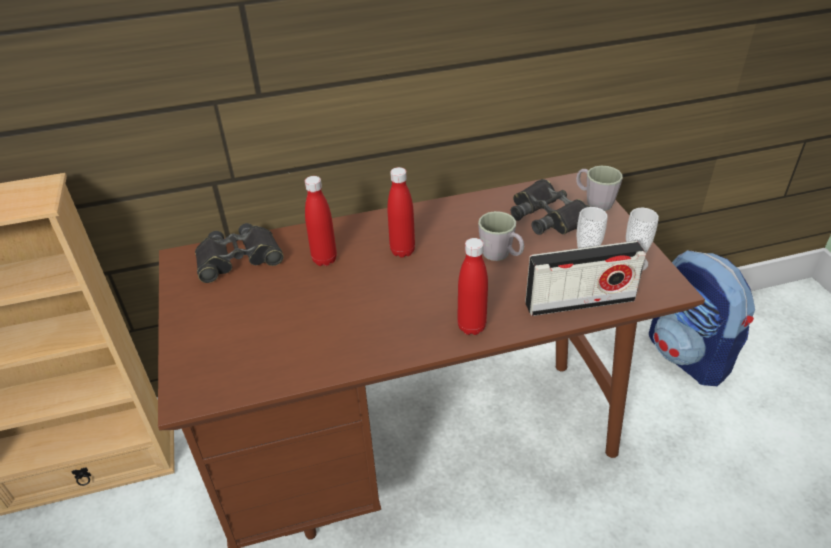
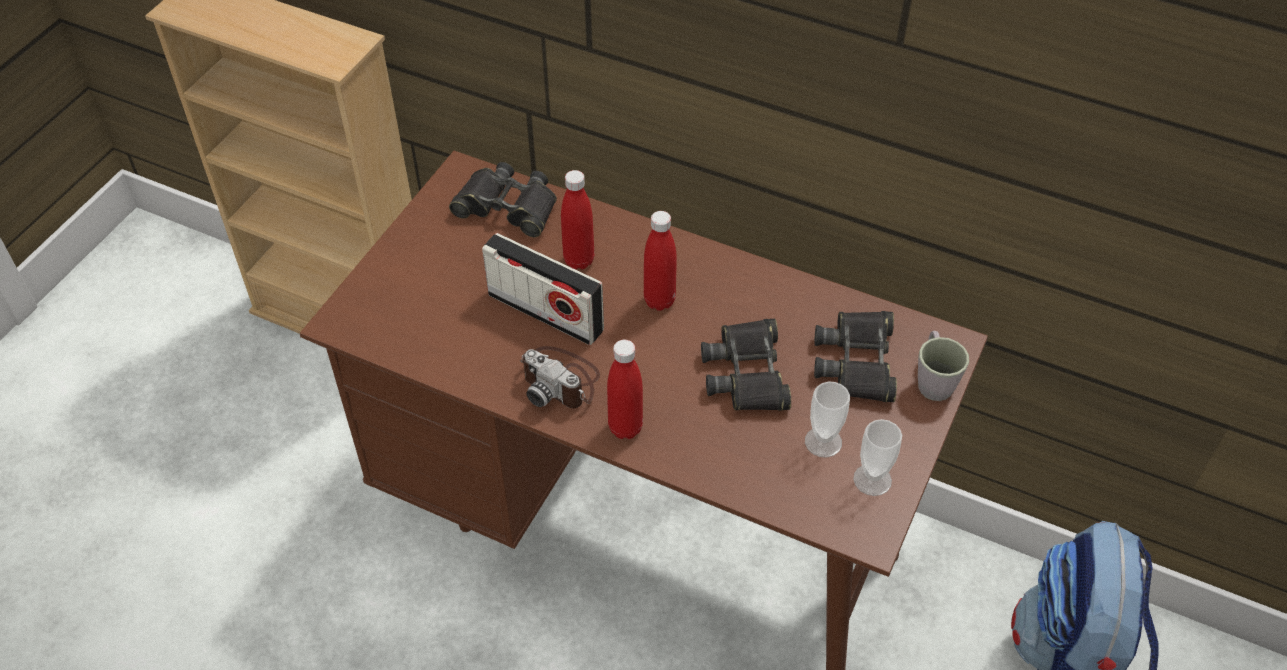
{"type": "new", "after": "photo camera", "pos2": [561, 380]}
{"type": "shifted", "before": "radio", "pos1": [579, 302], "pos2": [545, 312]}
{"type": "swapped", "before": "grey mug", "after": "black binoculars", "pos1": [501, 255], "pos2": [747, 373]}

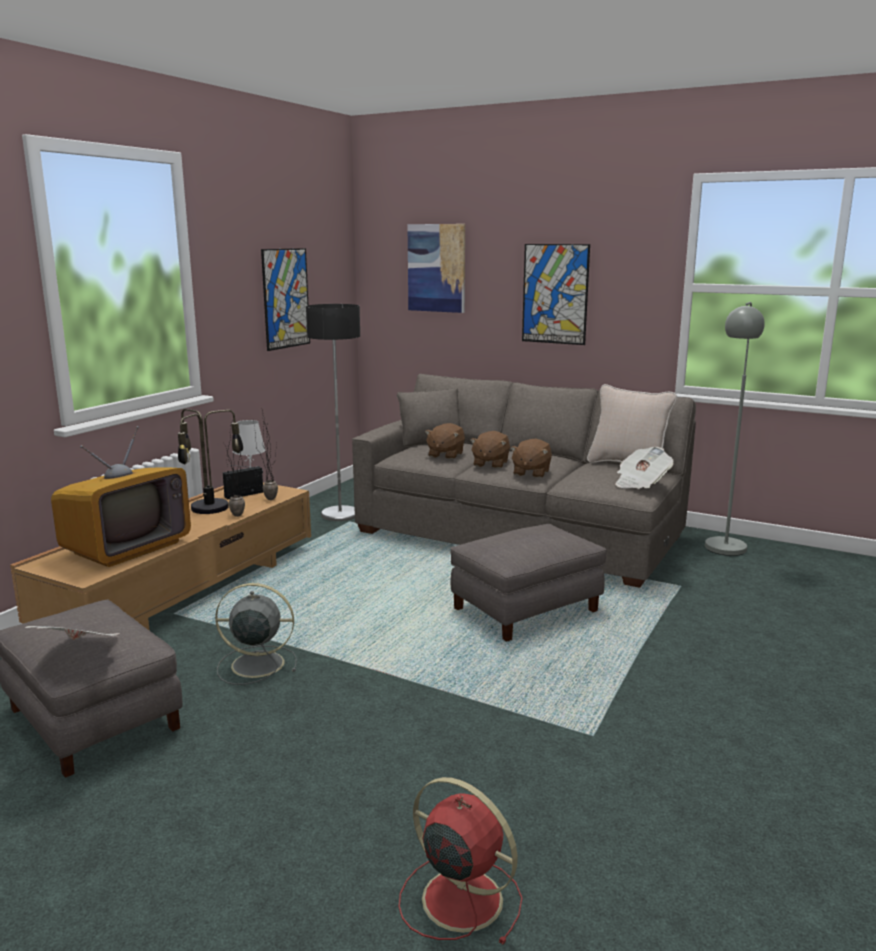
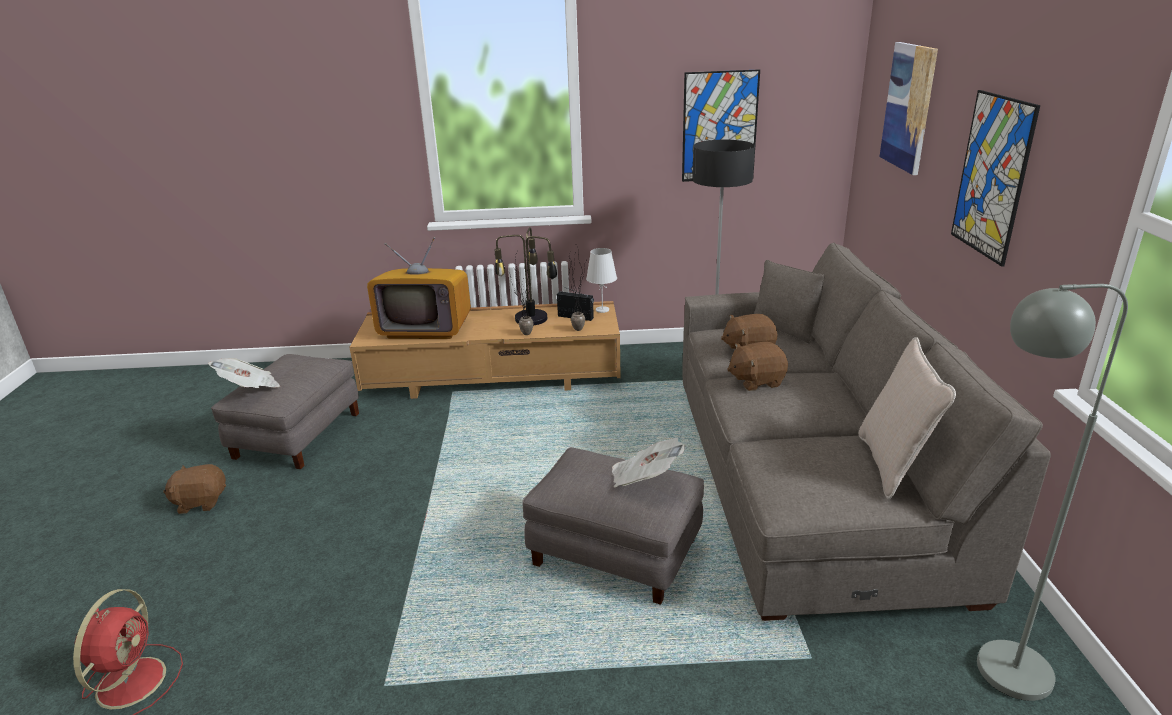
{"type": "gone", "before": "grey fan", "pos1": [255, 664]}
{"type": "shifted", "before": "brown plush toy", "pos1": [531, 473], "pos2": [201, 502]}
{"type": "shifted", "before": "newspaper", "pos1": [640, 483], "pos2": [645, 478]}

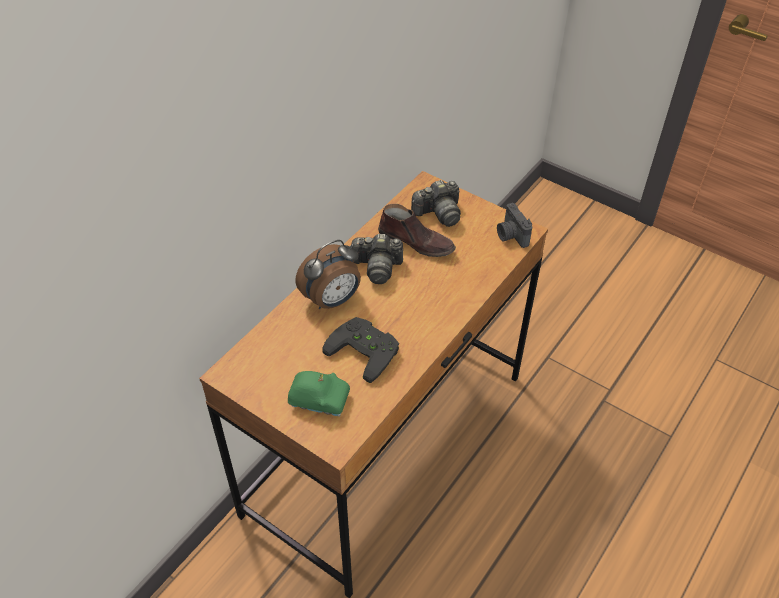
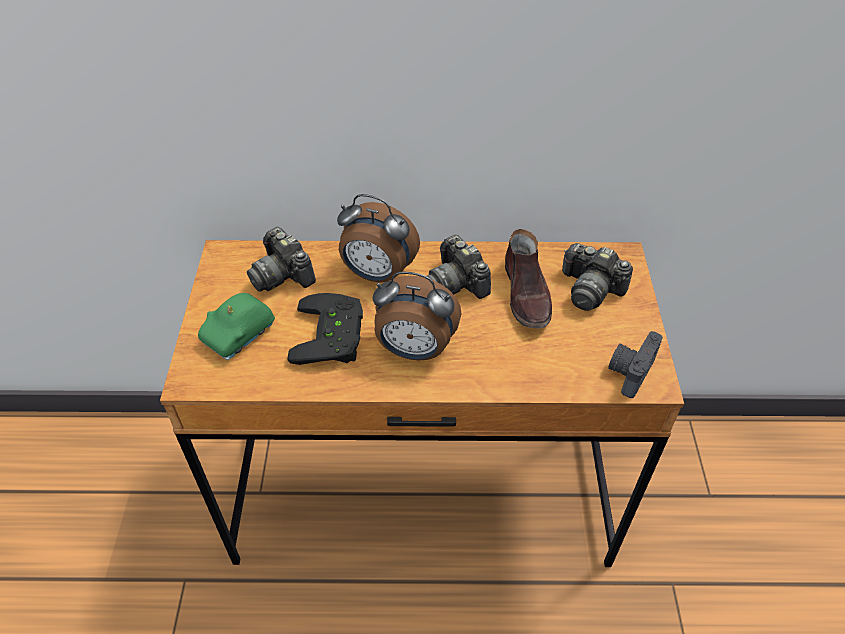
{"type": "new", "after": "photo camera", "pos2": [282, 274]}
{"type": "new", "after": "alarm clock", "pos2": [414, 350]}
{"type": "rotated", "before": "green toy car", "pos1": [319, 399], "pos2": [239, 335], "turn": 60}

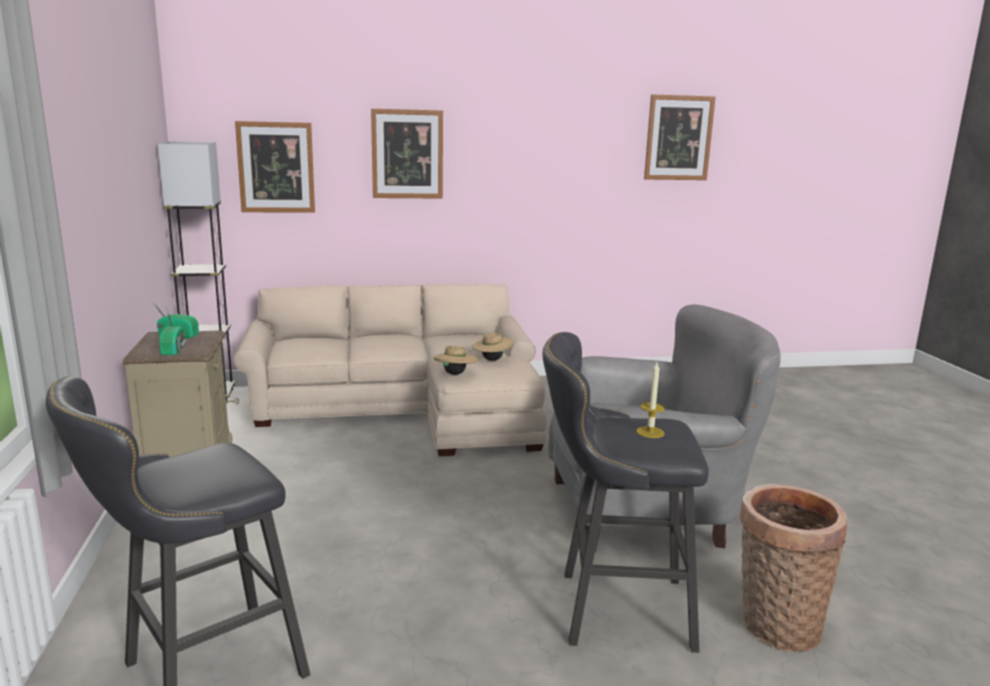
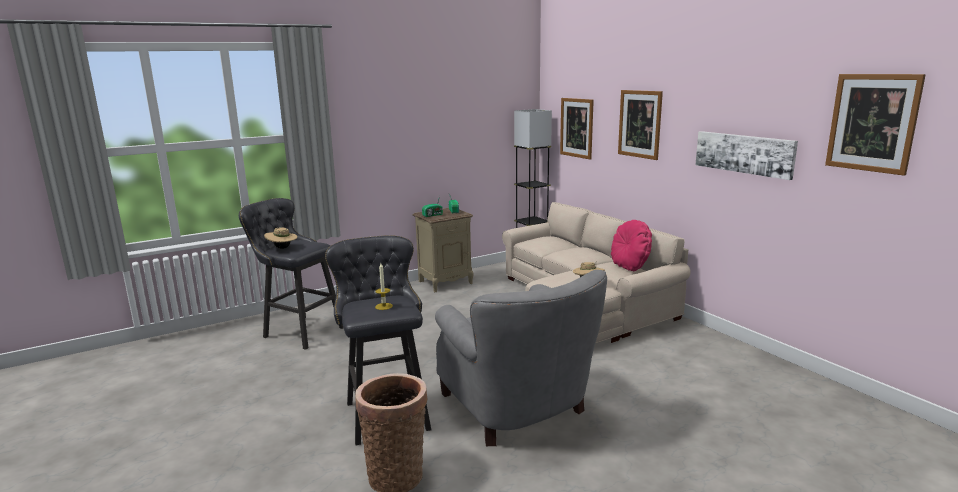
{"type": "new", "after": "pink pillow", "pos2": [630, 267]}
{"type": "new", "after": "picture", "pos2": [744, 153]}
{"type": "shifted", "before": "beige hat", "pos1": [455, 374], "pos2": [282, 248]}

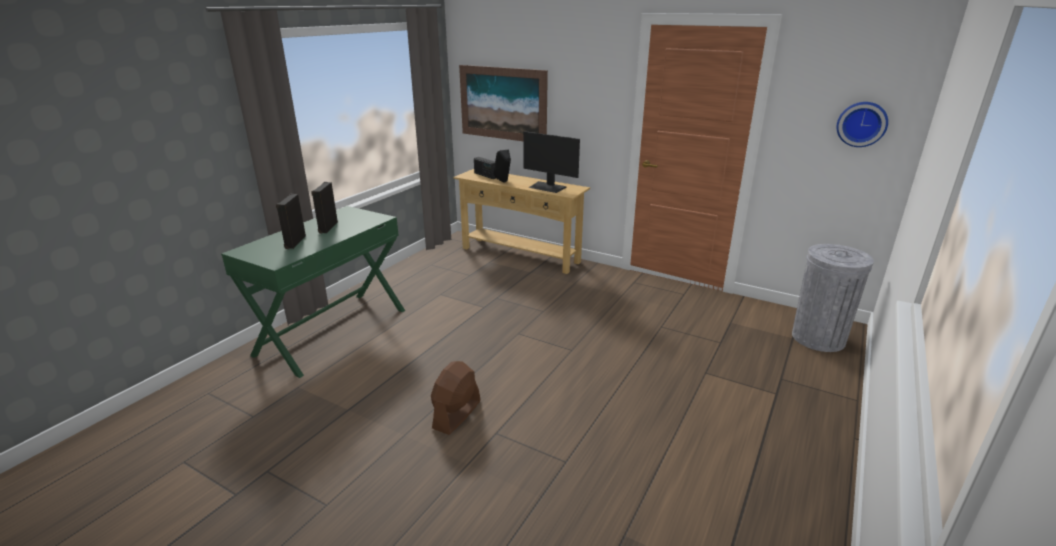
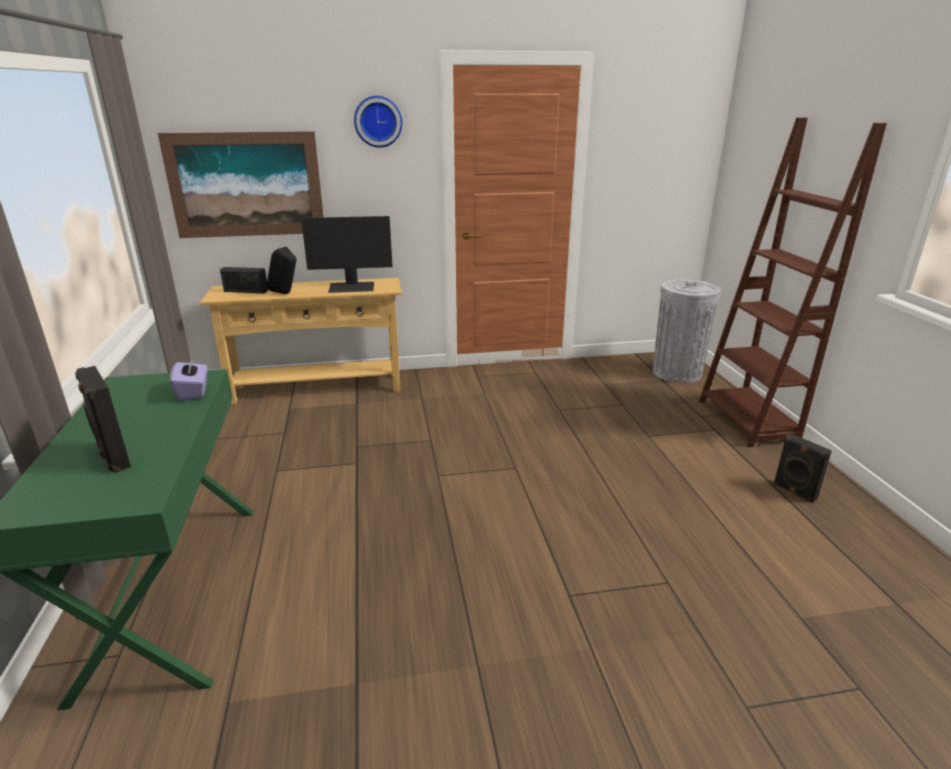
{"type": "gone", "before": "brown fan", "pos1": [456, 414]}
{"type": "new", "after": "purple tissue box", "pos2": [193, 392]}
{"type": "new", "after": "brown bookcase", "pos2": [747, 420]}
{"type": "shifted", "before": "black speaker", "pos1": [327, 227], "pos2": [794, 492]}
{"type": "shifted", "before": "wall clock", "pos1": [862, 124], "pos2": [378, 121]}

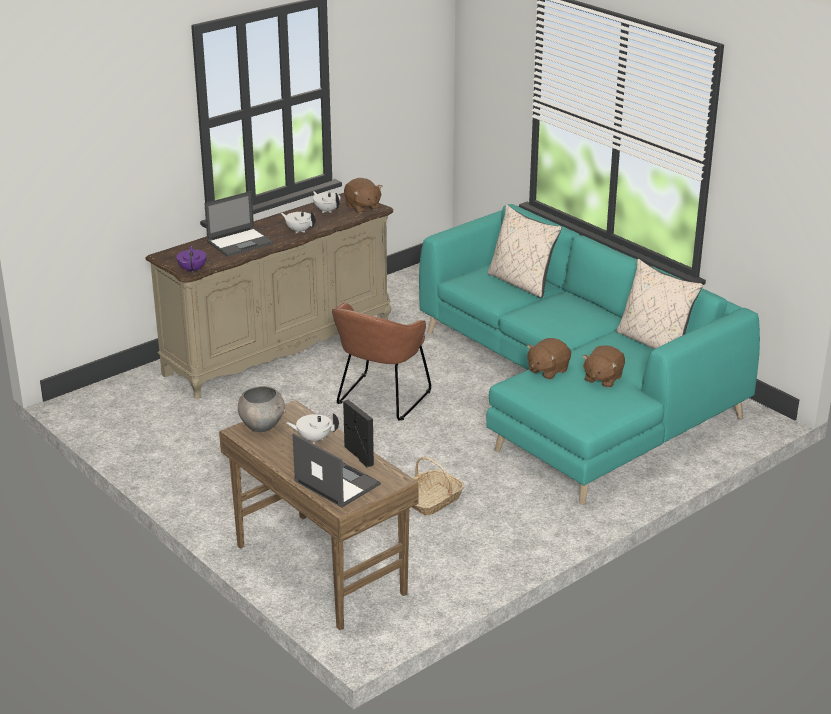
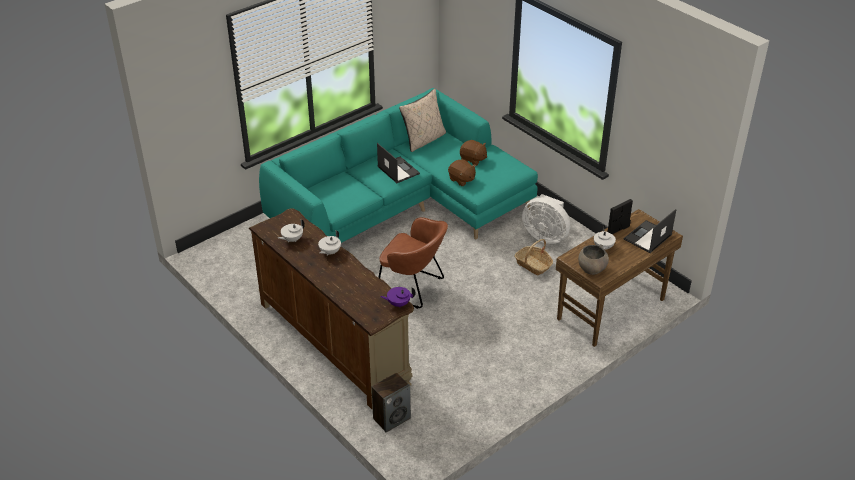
{"type": "gone", "before": "brown plush toy", "pos1": [362, 207]}
{"type": "gone", "before": "beige pillow", "pos1": [521, 283]}
{"type": "new", "after": "speaker", "pos2": [391, 418]}
{"type": "new", "after": "white fan", "pos2": [545, 236]}
{"type": "shifted", "before": "laptop", "pos1": [241, 242], "pos2": [398, 170]}

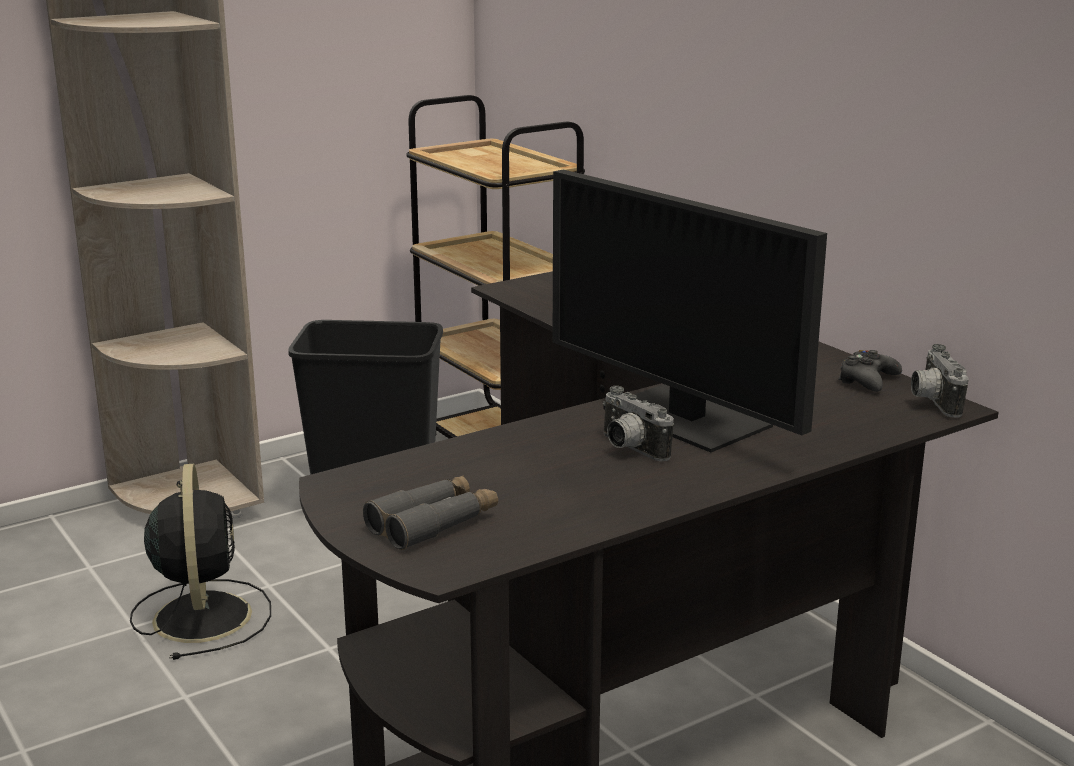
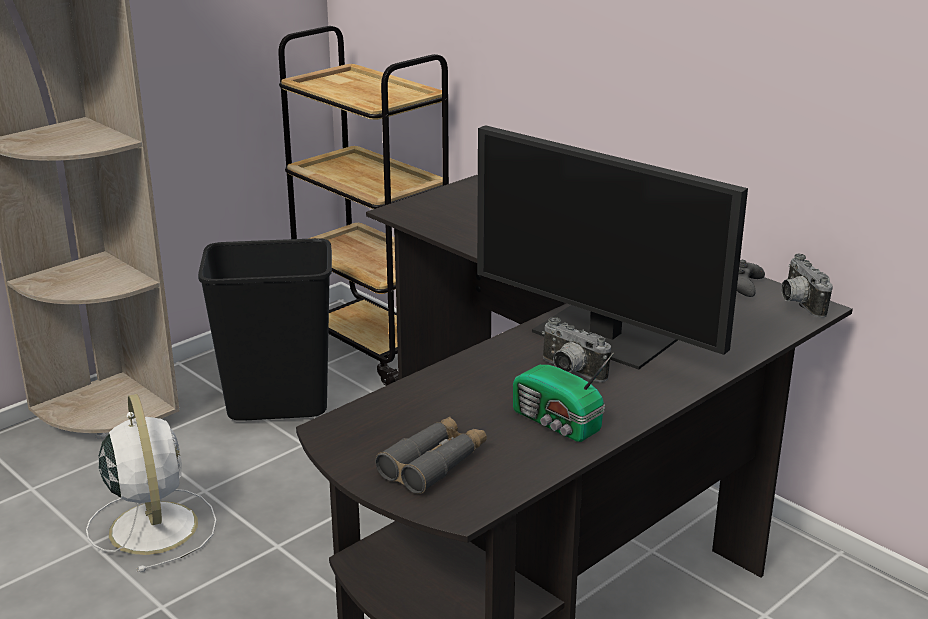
{"type": "new", "after": "radio", "pos2": [557, 423]}
{"type": "repainted", "before": "black fan", "after": "white fan", "pos1": [202, 615], "pos2": [153, 526]}

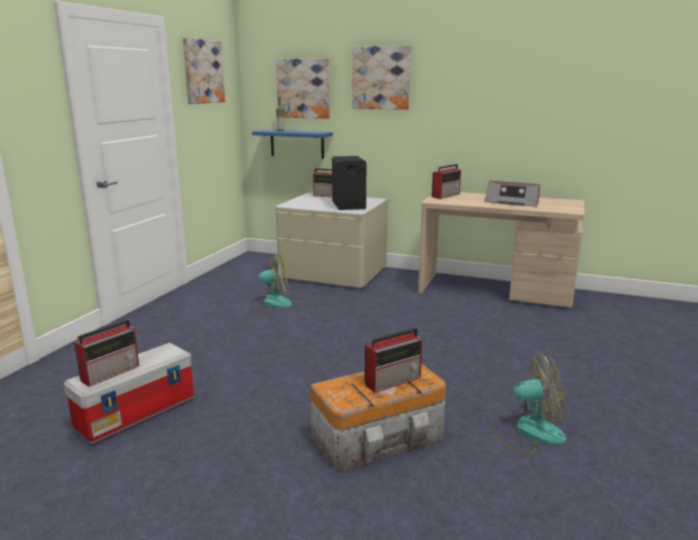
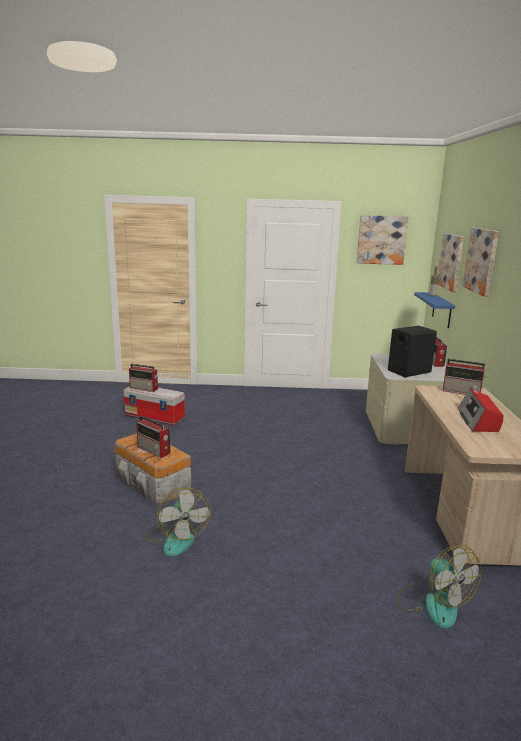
{"type": "shifted", "before": "fan", "pos1": [270, 303], "pos2": [433, 603]}

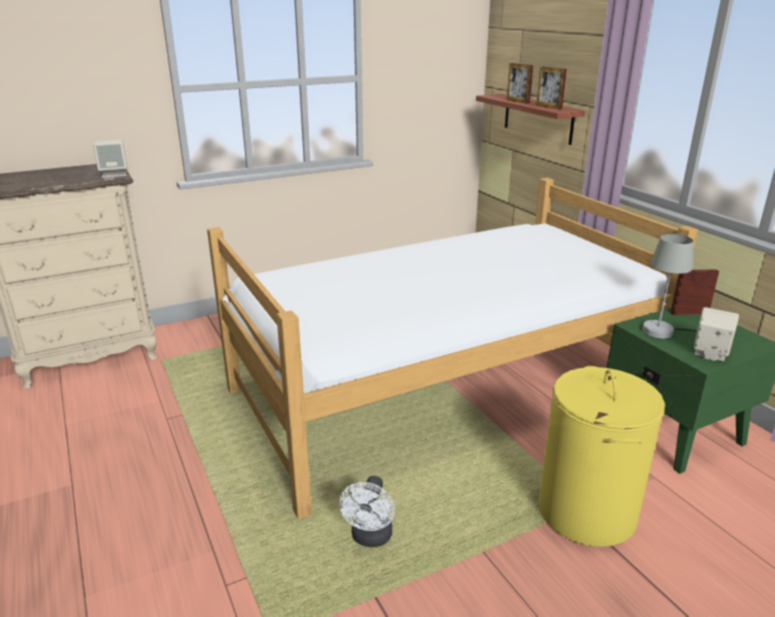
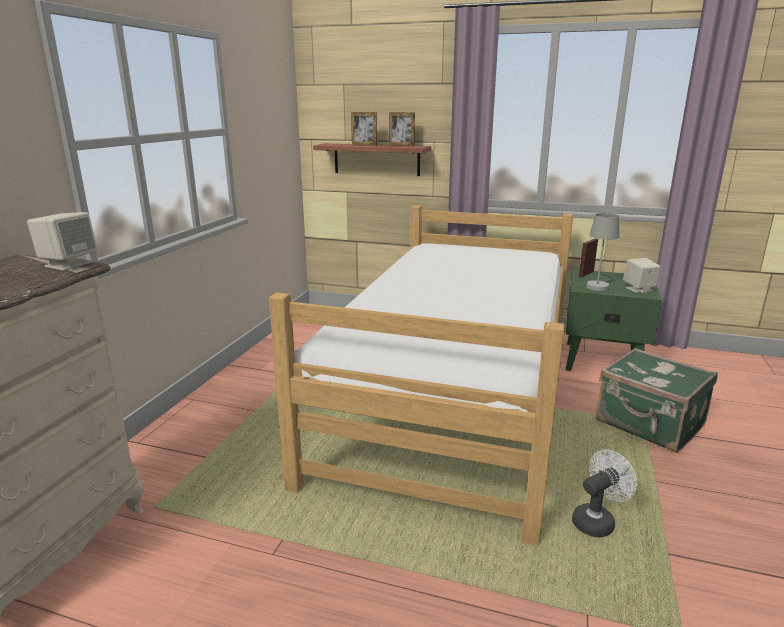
{"type": "swapped", "before": "yellow laundry basket", "after": "green suitcase", "pos1": [587, 512], "pos2": [649, 424]}
{"type": "rotated", "before": "white fan", "pos1": [370, 538], "pos2": [597, 521], "turn": -90}

